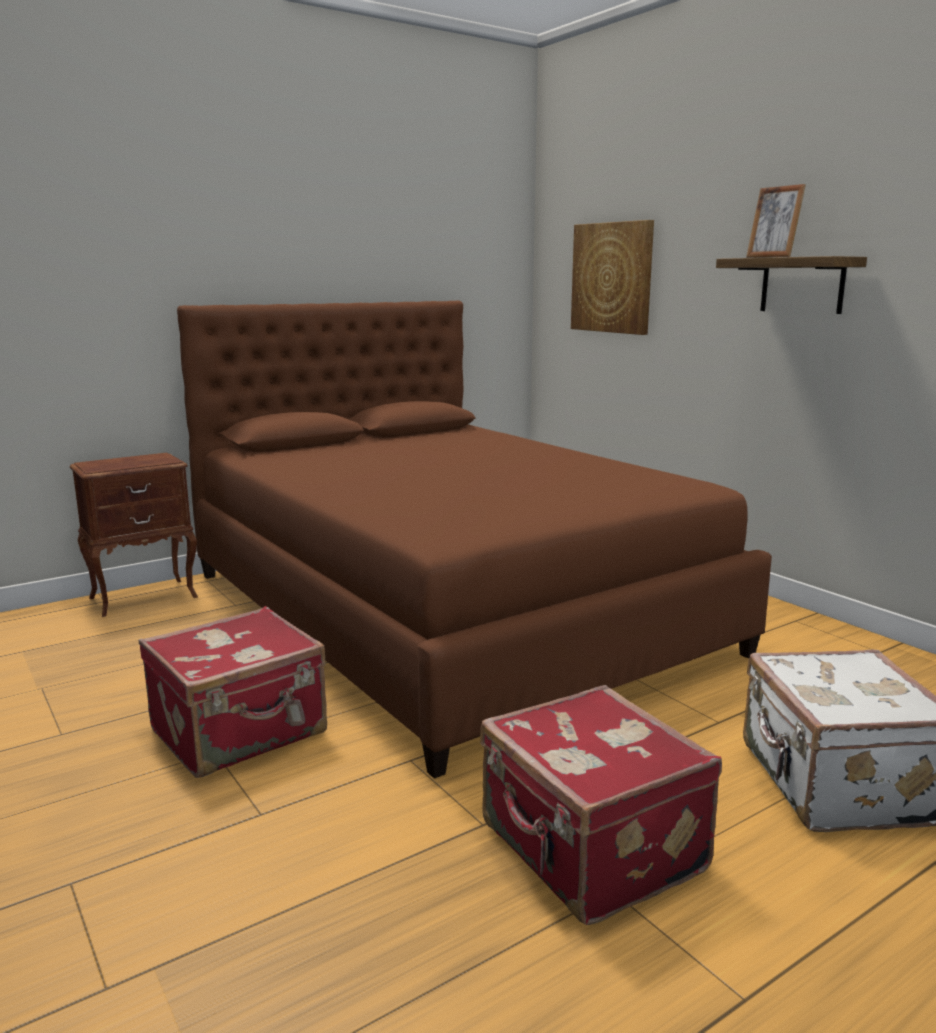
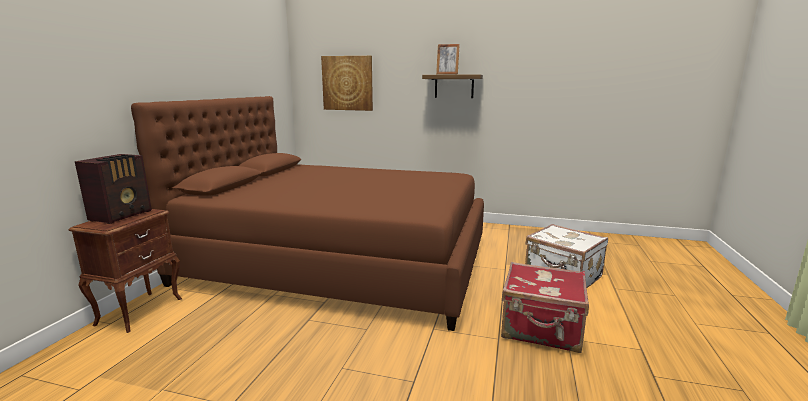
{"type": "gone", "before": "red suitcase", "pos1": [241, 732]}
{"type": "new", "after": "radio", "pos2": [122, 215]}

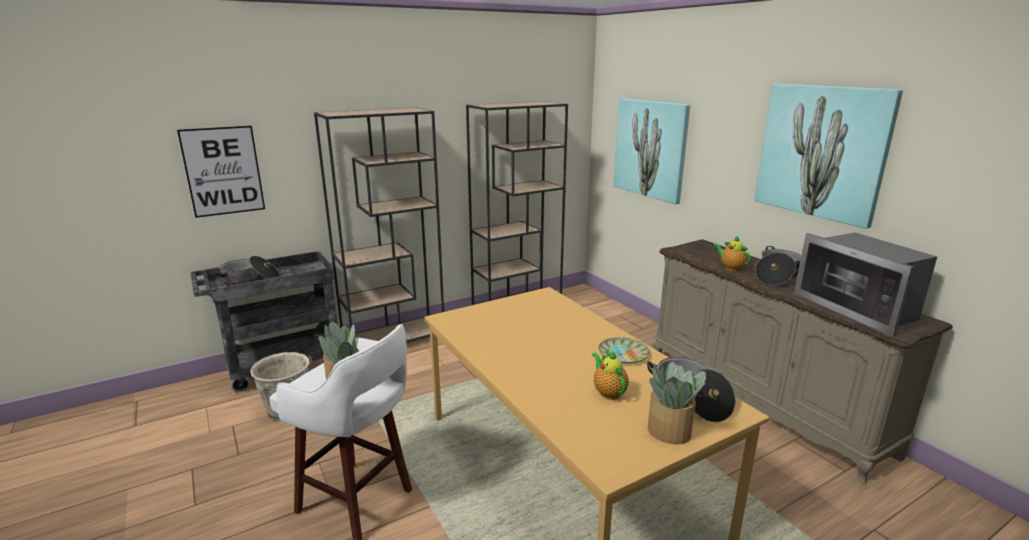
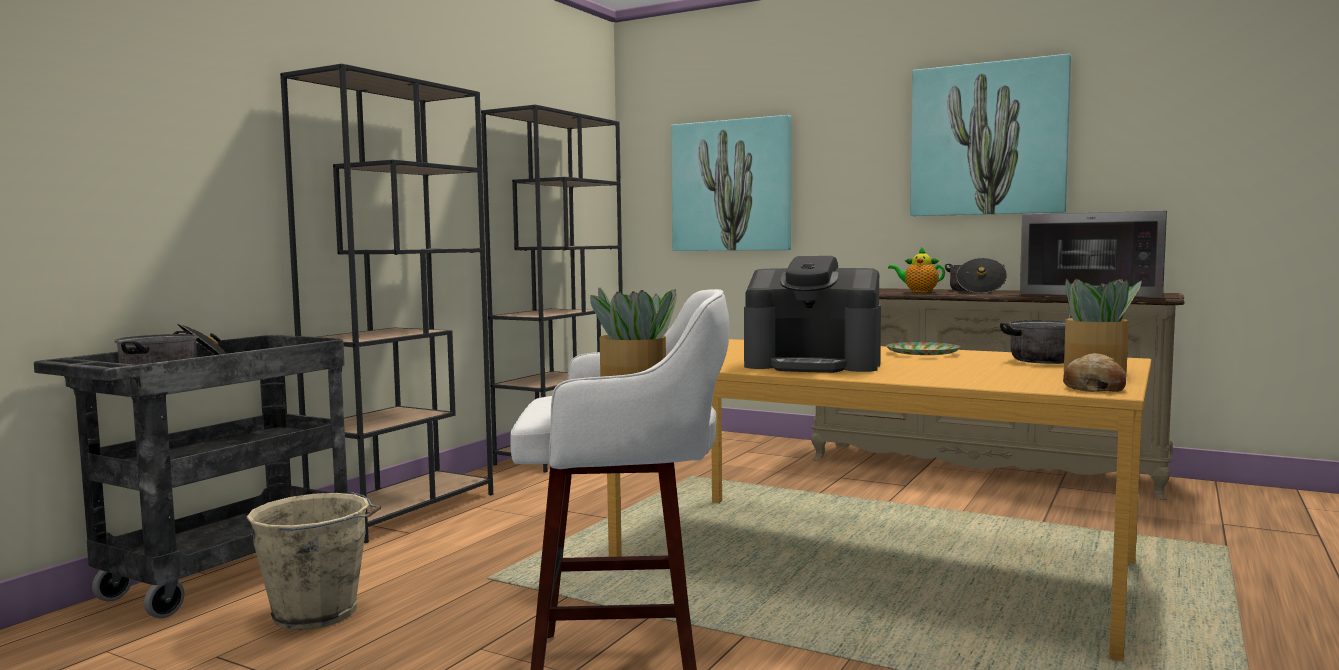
{"type": "gone", "before": "picture", "pos1": [223, 171]}
{"type": "gone", "before": "teapot", "pos1": [608, 392]}
{"type": "new", "after": "coffee machine", "pos2": [813, 364]}
{"type": "new", "after": "bread", "pos2": [1093, 388]}

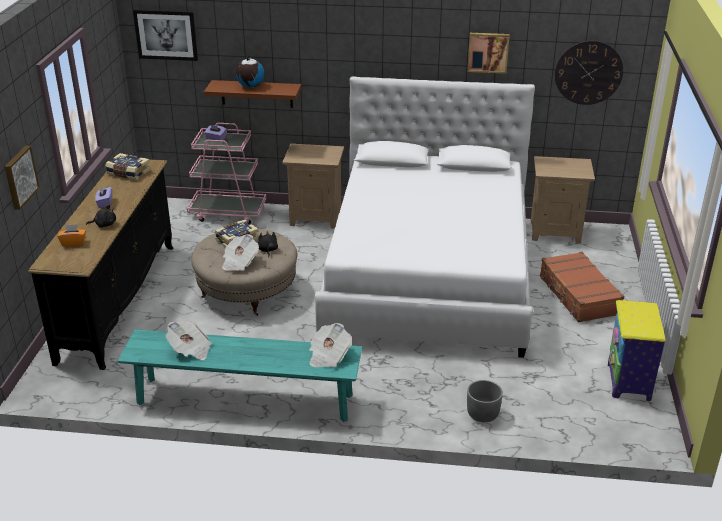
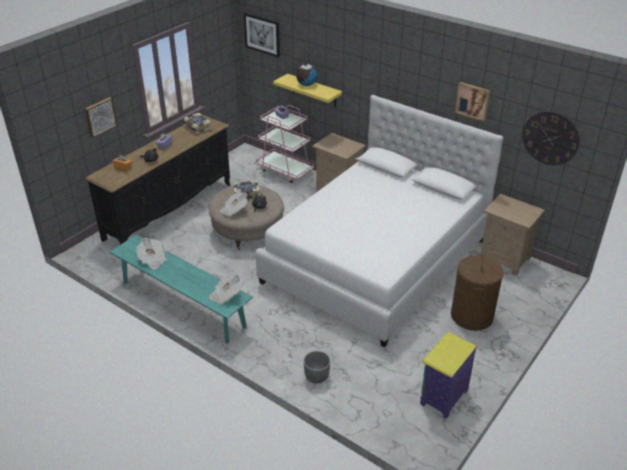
{"type": "swapped", "before": "brown suitcase", "after": "brown laundry basket", "pos1": [578, 295], "pos2": [472, 316]}
{"type": "repainted", "before": "brown shelf", "after": "yellow shelf", "pos1": [257, 94], "pos2": [314, 90]}

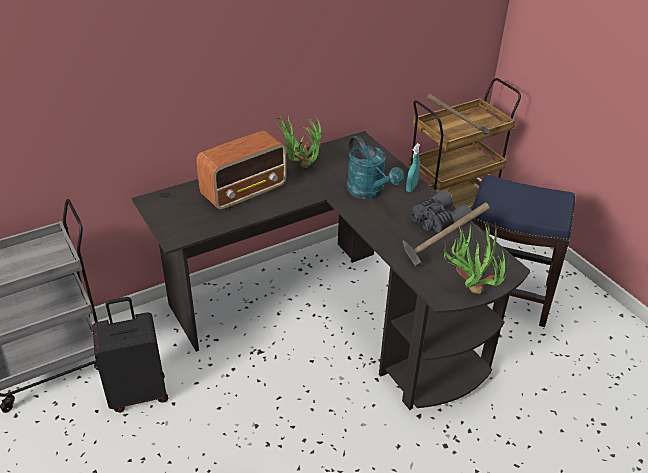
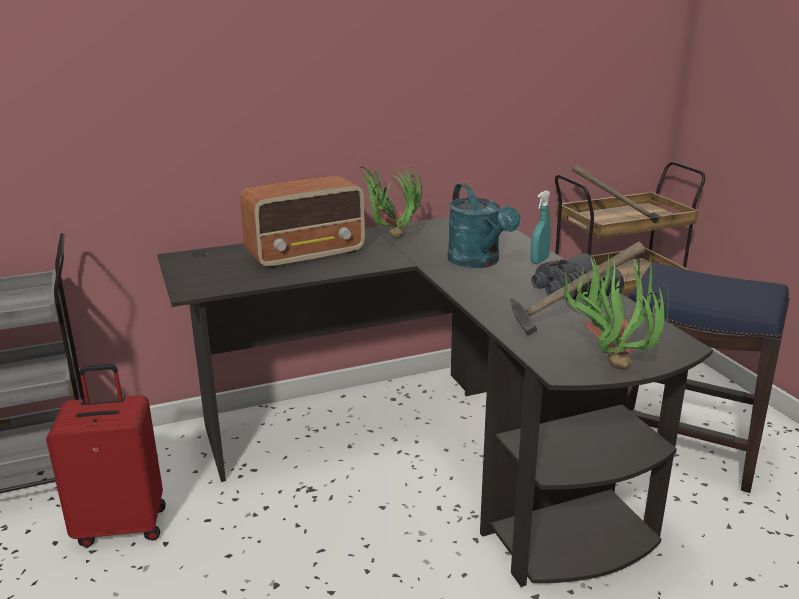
{"type": "repainted", "before": "black suitcase", "after": "red suitcase", "pos1": [138, 393], "pos2": [122, 525]}

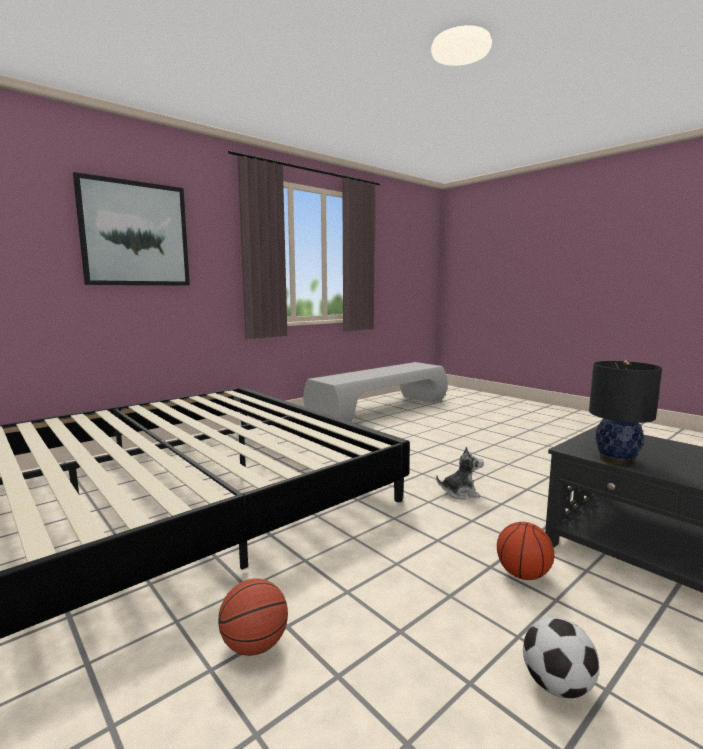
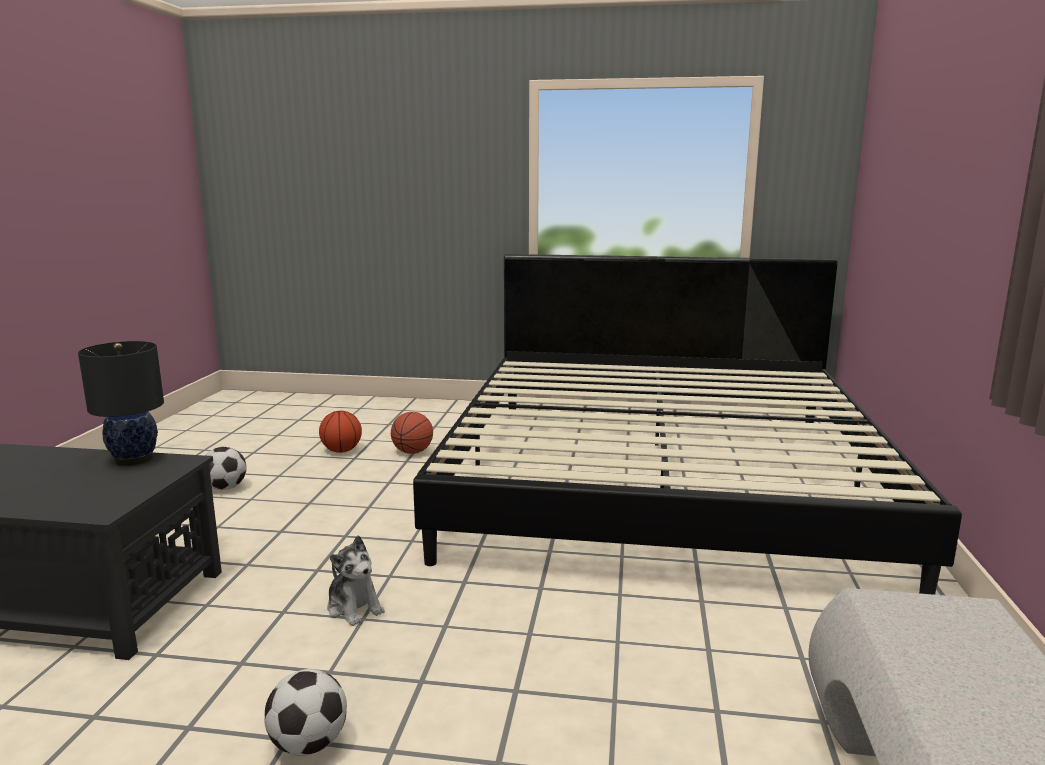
{"type": "gone", "before": "picture", "pos1": [135, 234]}
{"type": "new", "after": "football", "pos2": [309, 744]}
{"type": "shifted", "before": "basketball", "pos1": [523, 575], "pos2": [341, 451]}
{"type": "rotated", "before": "plush toy", "pos1": [460, 493], "pos2": [354, 607], "turn": -90}

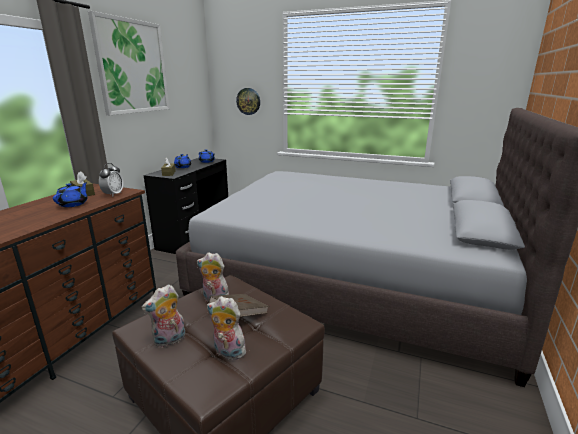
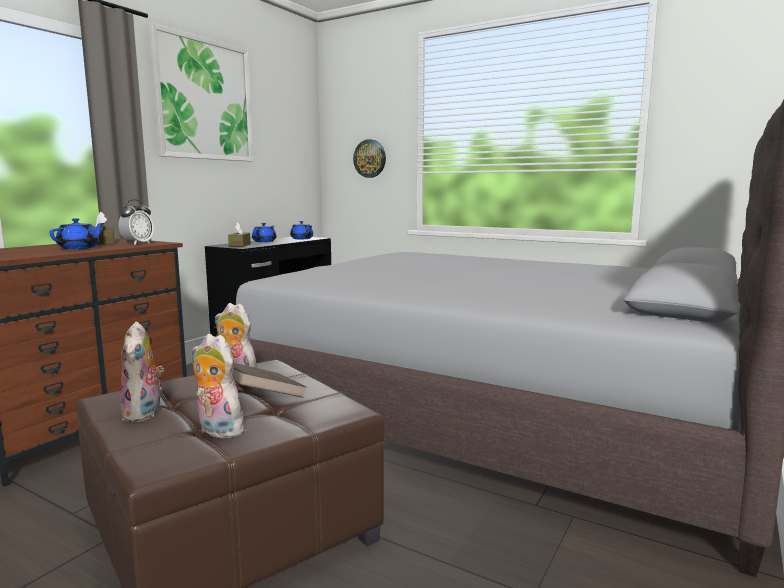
{"type": "rotated", "before": "plush toy", "pos1": [169, 341], "pos2": [144, 413], "turn": -75}

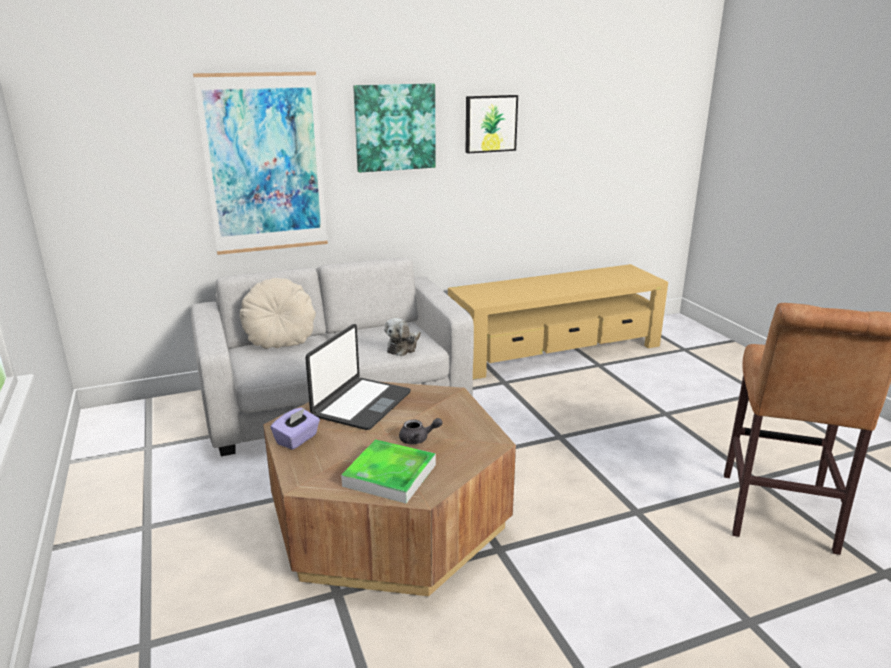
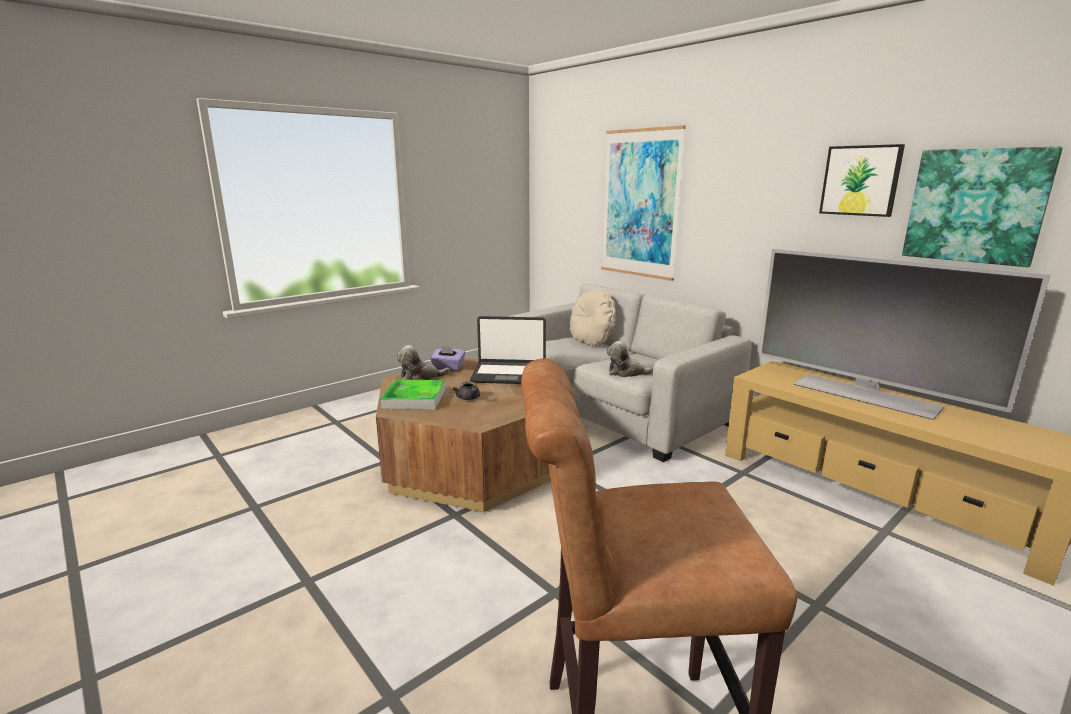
{"type": "new", "after": "plush toy", "pos2": [420, 377]}
{"type": "new", "after": "television", "pos2": [865, 395]}
{"type": "shifted", "before": "picture", "pos1": [395, 127], "pos2": [975, 206]}

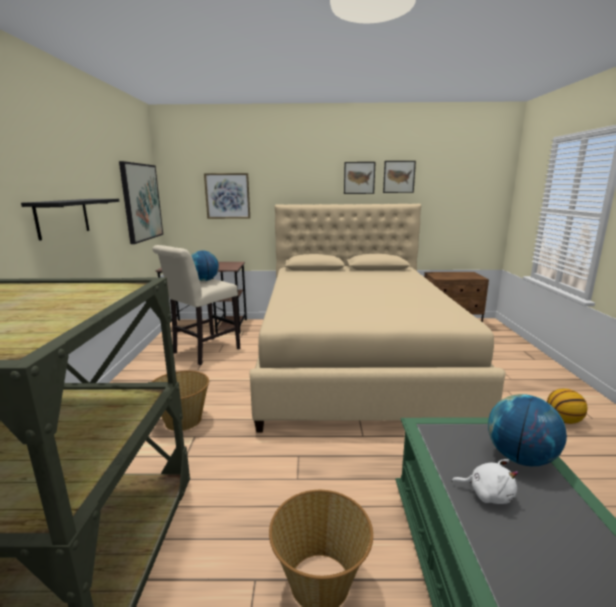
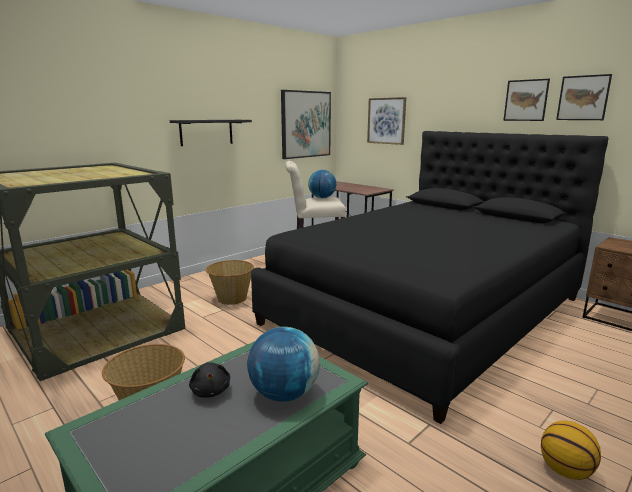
{"type": "repainted", "before": "beige bed", "after": "black bed", "pos1": [355, 359], "pos2": [426, 310]}
{"type": "repainted", "before": "white plush toy", "after": "black plush toy", "pos1": [487, 494], "pos2": [211, 391]}

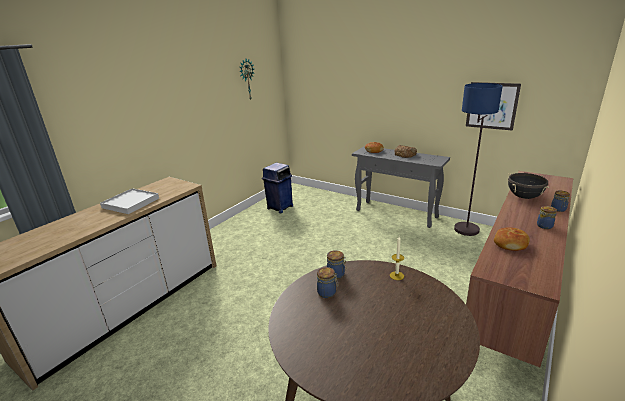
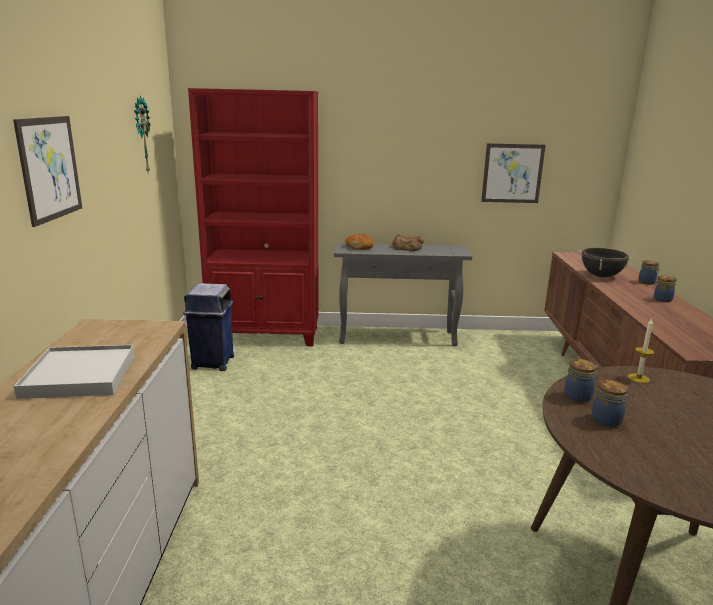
{"type": "gone", "before": "blue floor lamp", "pos1": [464, 233]}
{"type": "gone", "before": "bread", "pos1": [510, 244]}
{"type": "new", "after": "picture", "pos2": [50, 168]}
{"type": "new", "after": "red bookcase", "pos2": [266, 335]}

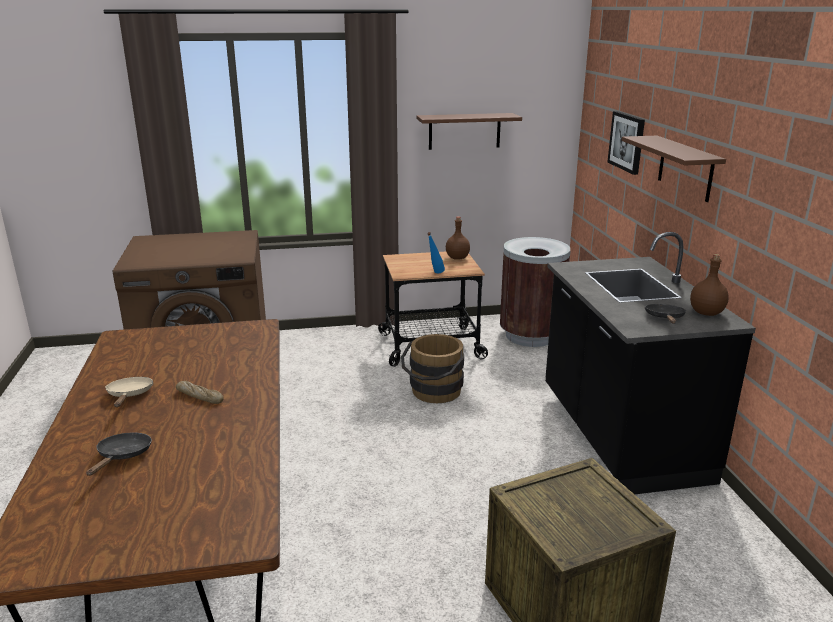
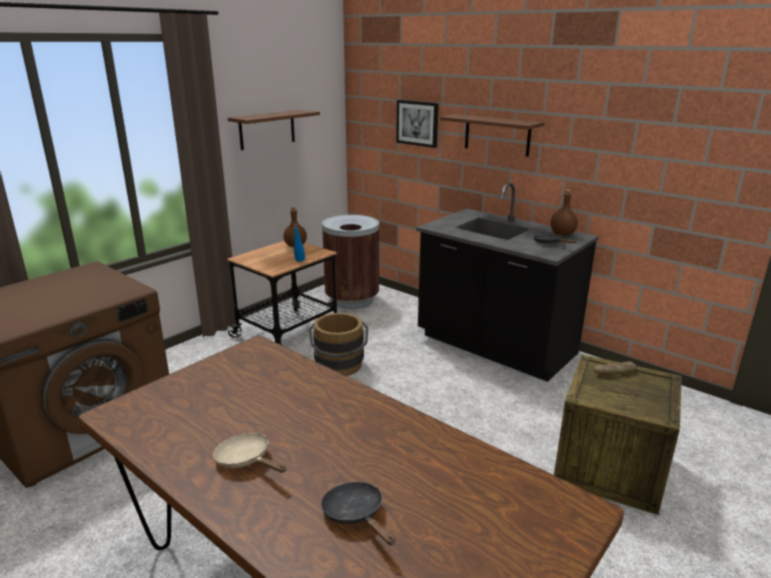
{"type": "shifted", "before": "bread", "pos1": [199, 397], "pos2": [614, 371]}

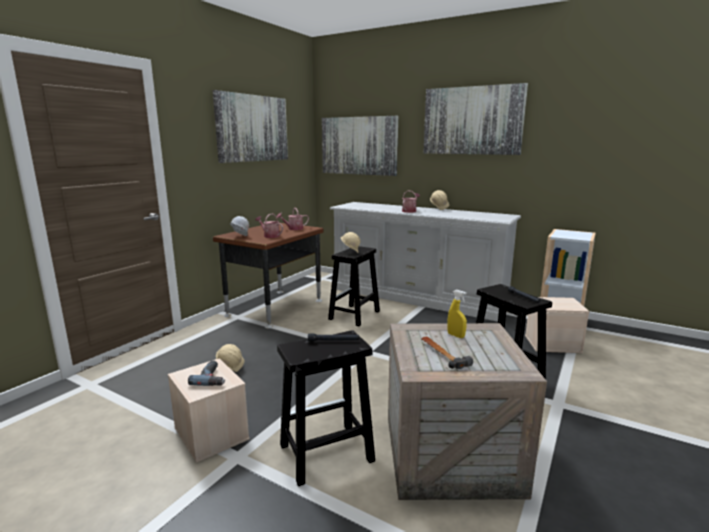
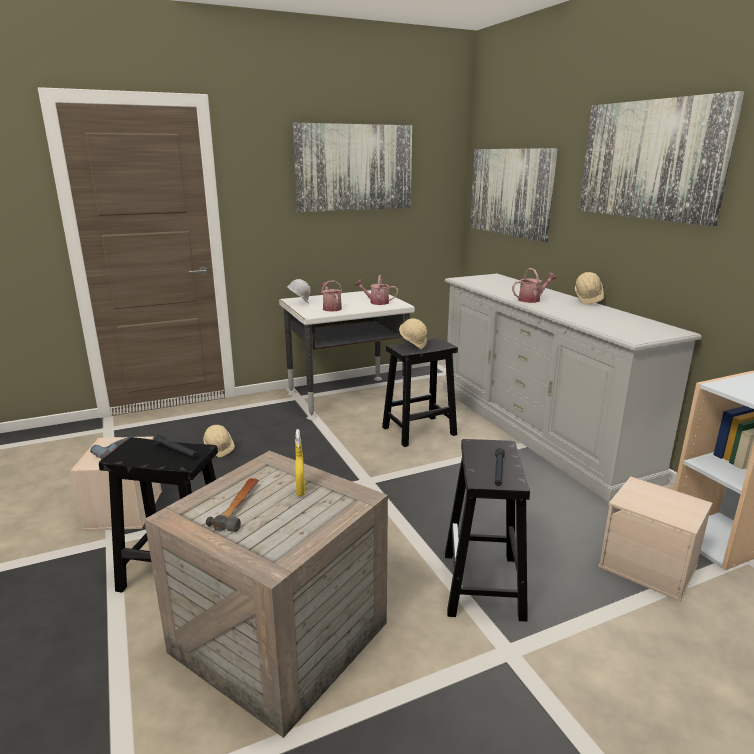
{"type": "repainted", "before": "brown desk", "after": "white desk", "pos1": [274, 307], "pos2": [347, 396]}

